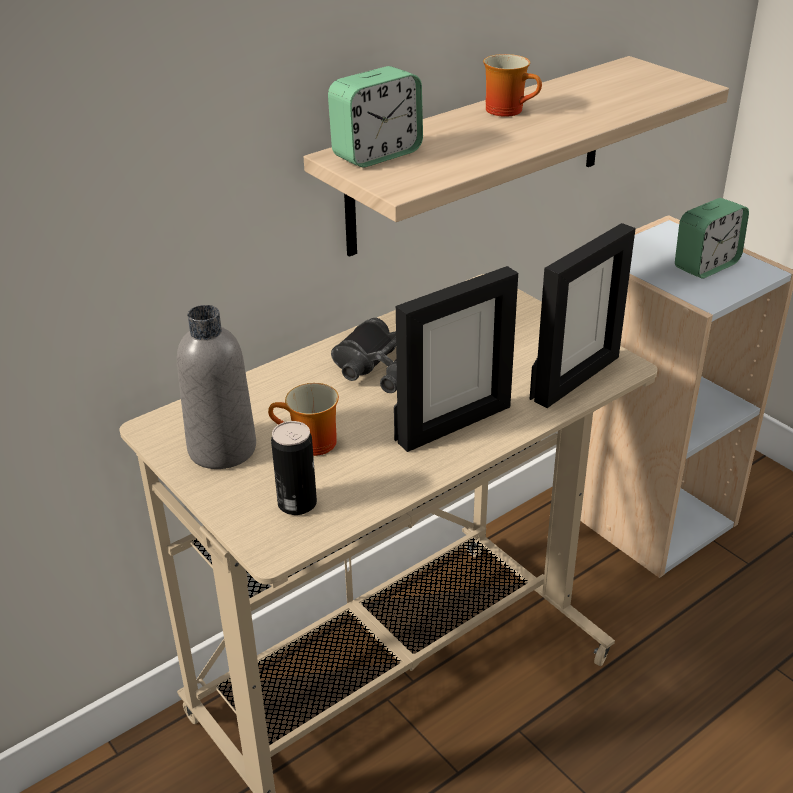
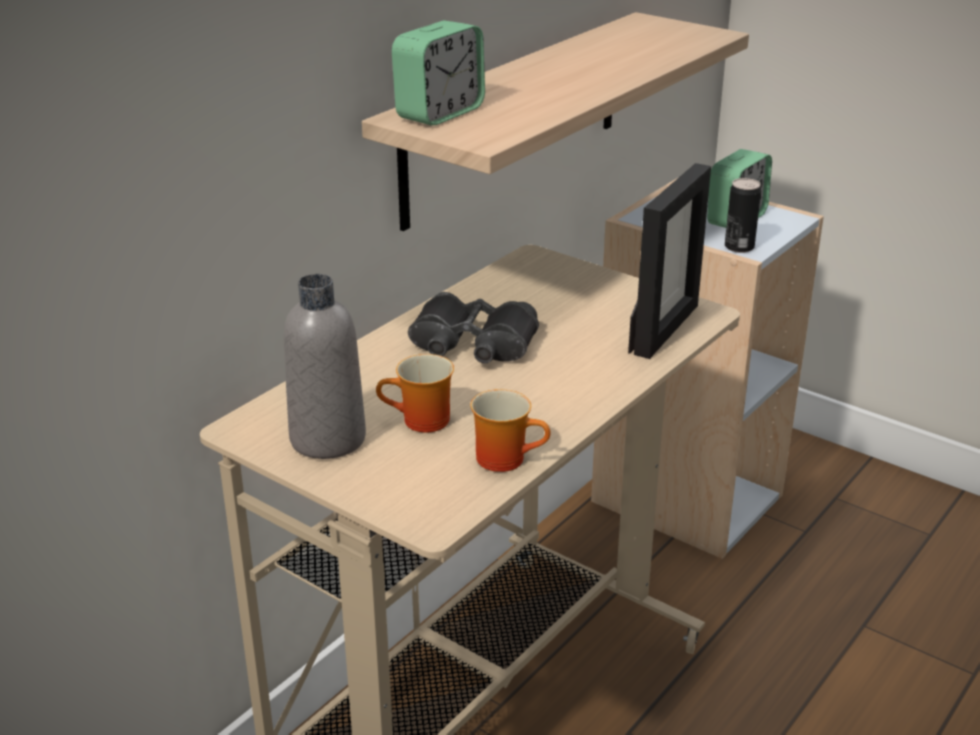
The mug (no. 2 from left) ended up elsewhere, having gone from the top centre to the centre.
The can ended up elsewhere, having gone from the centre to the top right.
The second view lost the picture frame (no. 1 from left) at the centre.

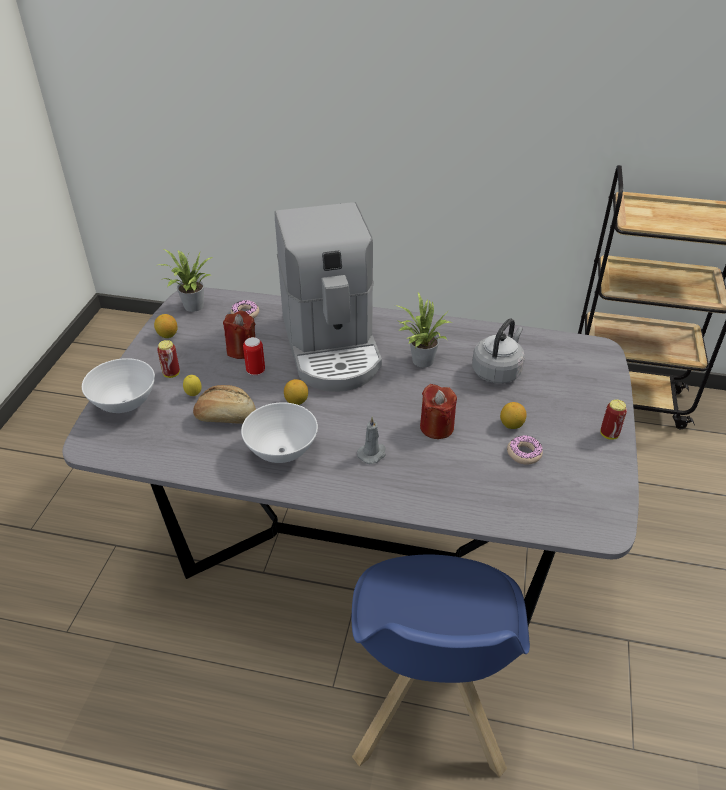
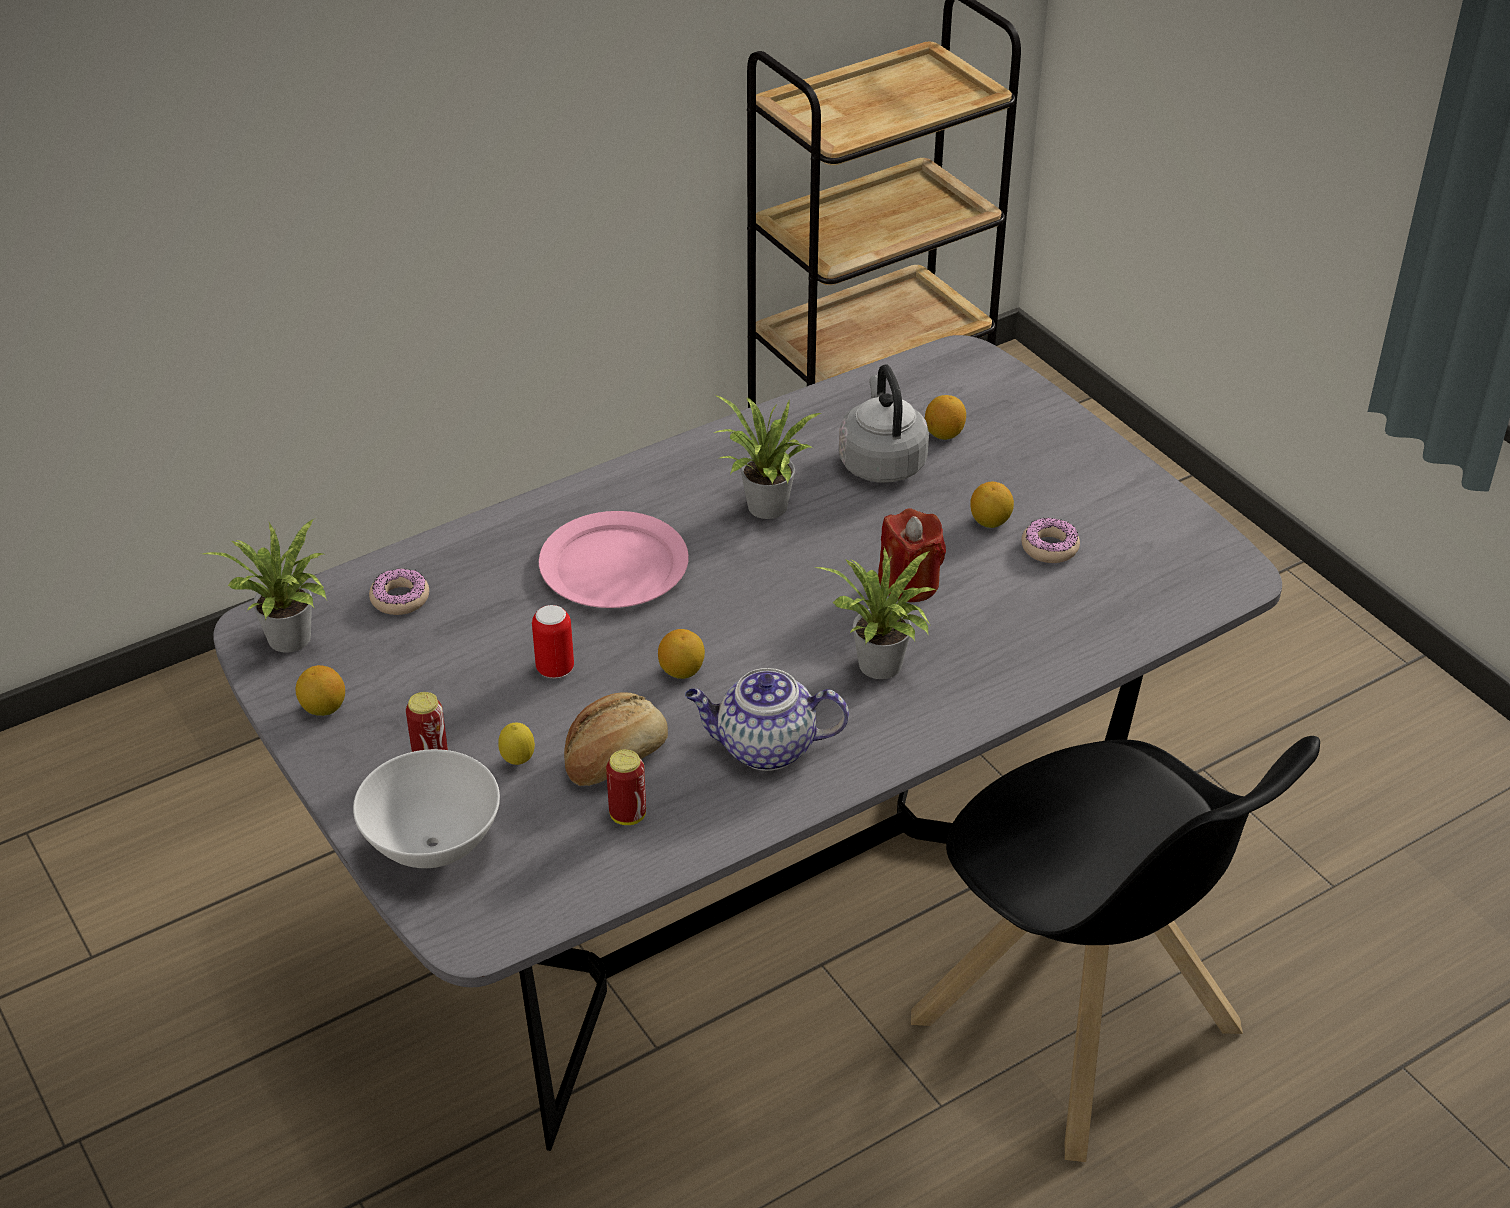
Where the coffee machine stood at the centre, the pink plate came to stand at the centre.
The can (no. 3 from left) ended up elsewhere, having gone from the middle right to the centre.
Where the white bowl (no. 2 from left) stood at the centre, the teapot came to stand at the centre.
Where the grey candle stood at the centre, the potted plant (no. 3 from left) came to stand at the centre.
What was the blue chair at the bottom centre turned into the black chair at the bottom right.
The second view gained the lemon (no. 4 from left) at the centre.
The second view lost the red candle (no. 1 from left) at the middle left.

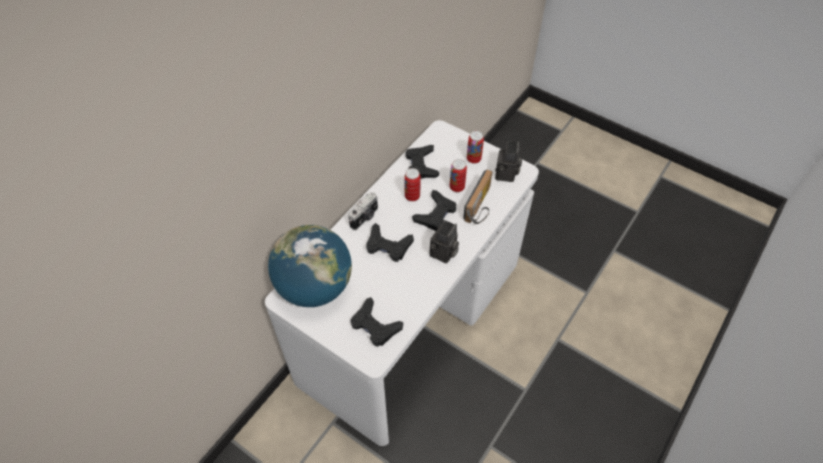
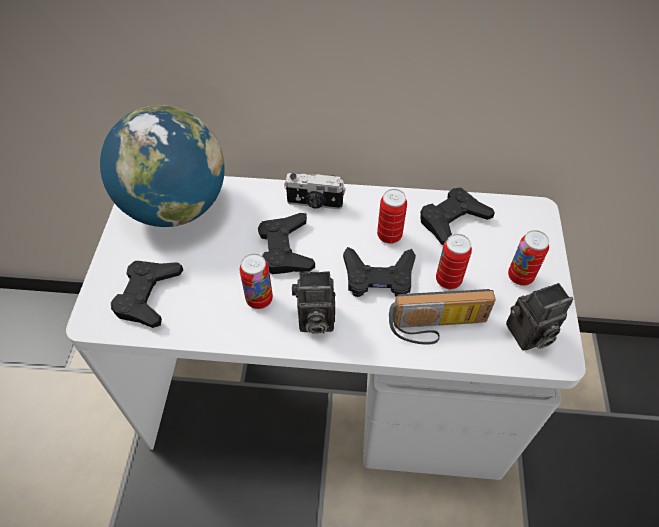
The second view gained the can (no. 1 from left) at the centre.

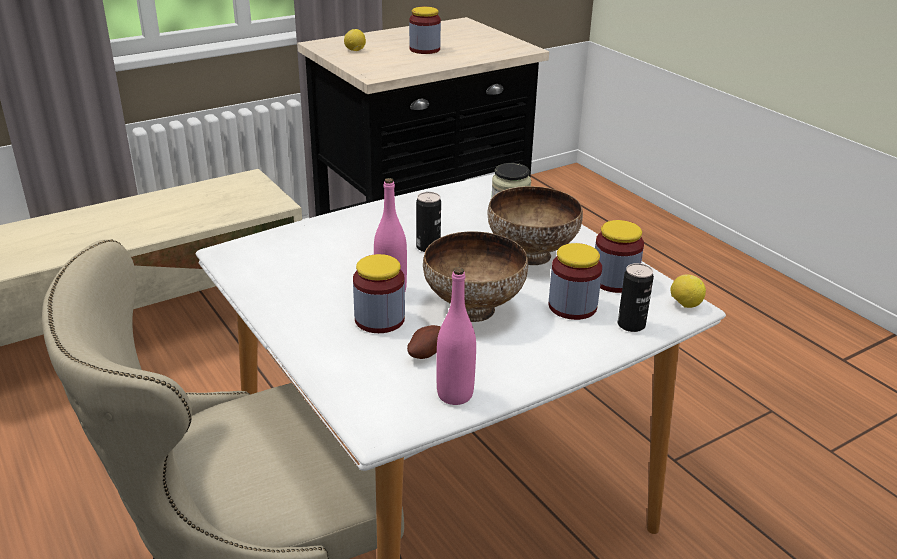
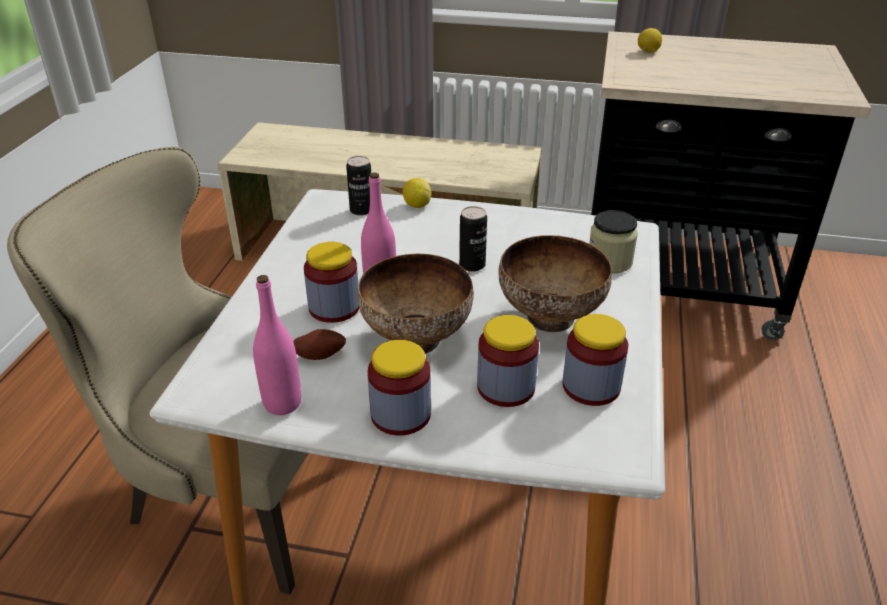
The can (no. 2 from left in the first image) ended up elsewhere, having gone from the middle right to the top centre.
The jar (no. 2 from left) ended up elsewhere, having gone from the top centre to the centre.
The lemon (no. 2 from left in the first image) ended up elsewhere, having gone from the middle right to the top centre.

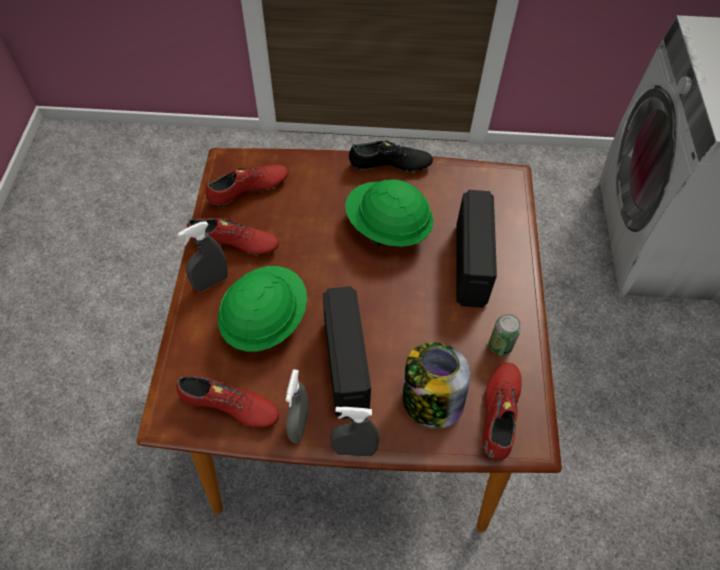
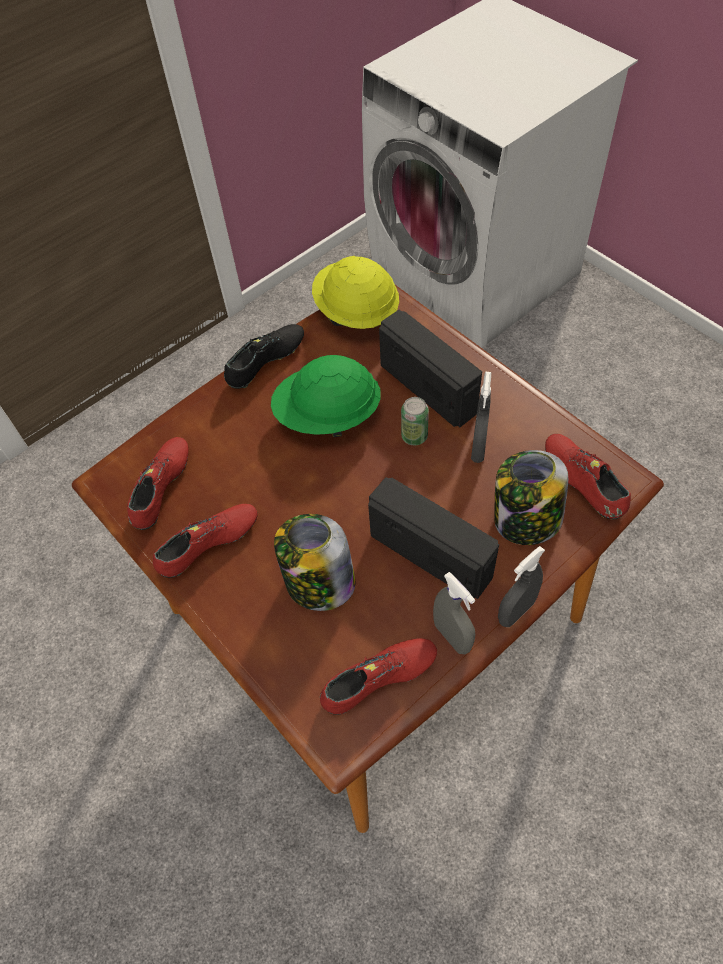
Where the green hard hat (no. 1 from left) stood at the centre, the jar (no. 1 from left) came to stand at the centre.
The second view gained the yellow hard hat at the top centre.
The can ended up elsewhere, having gone from the middle right to the centre.
The grey spray bottle (no. 1 from left in the first image) ended up elsewhere, having gone from the middle left to the centre.

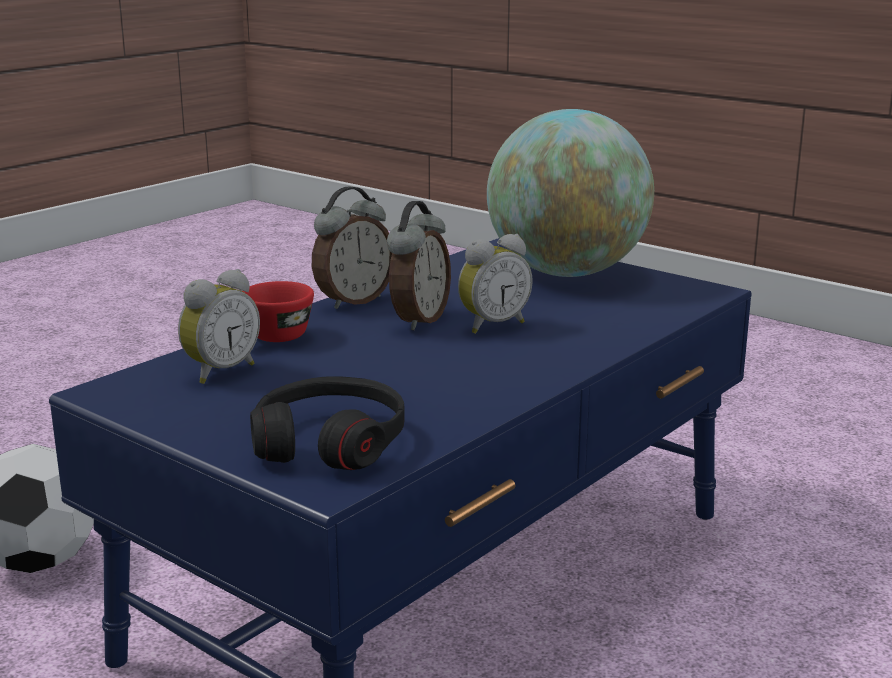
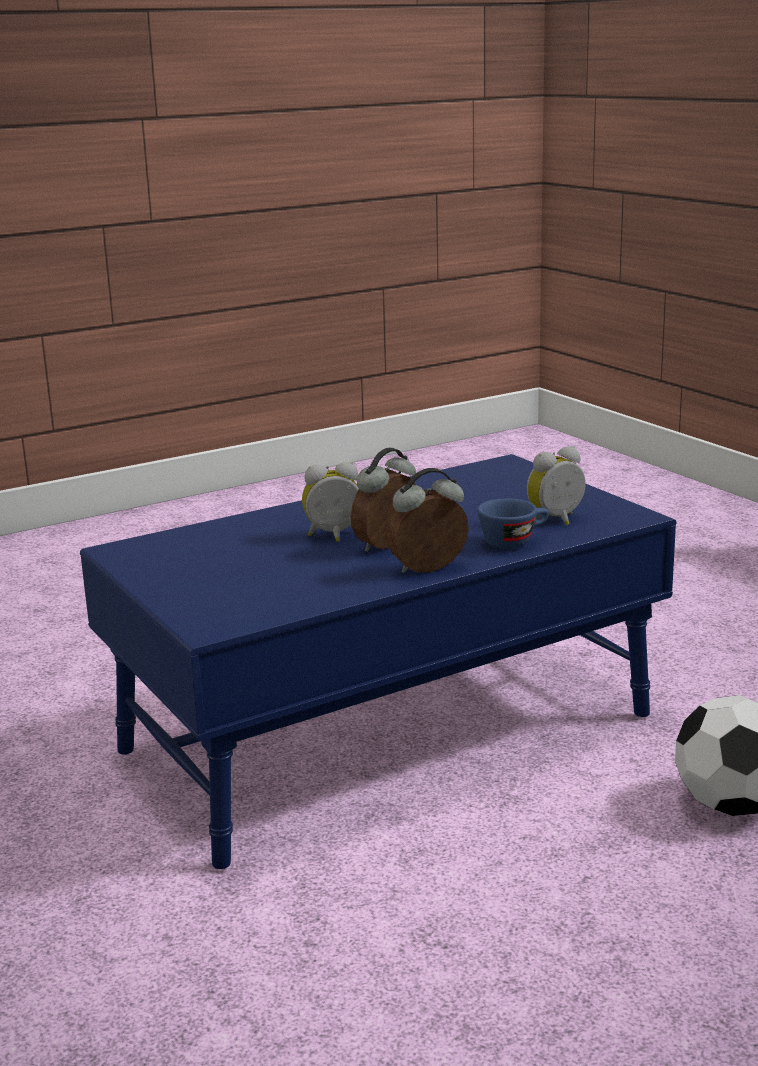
What was the red cup at the middle left turned into the blue cup at the middle right.
The second view lost the black headphones at the centre.
The second view lost the globe at the top centre.

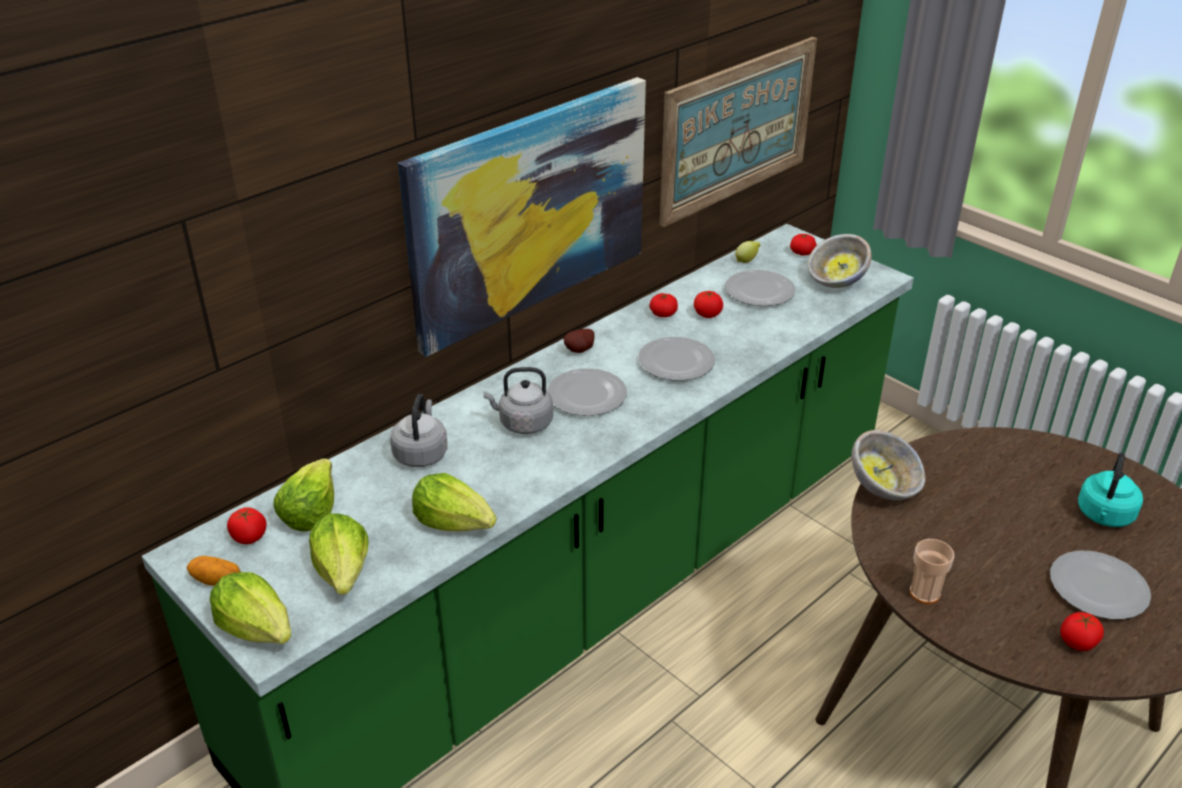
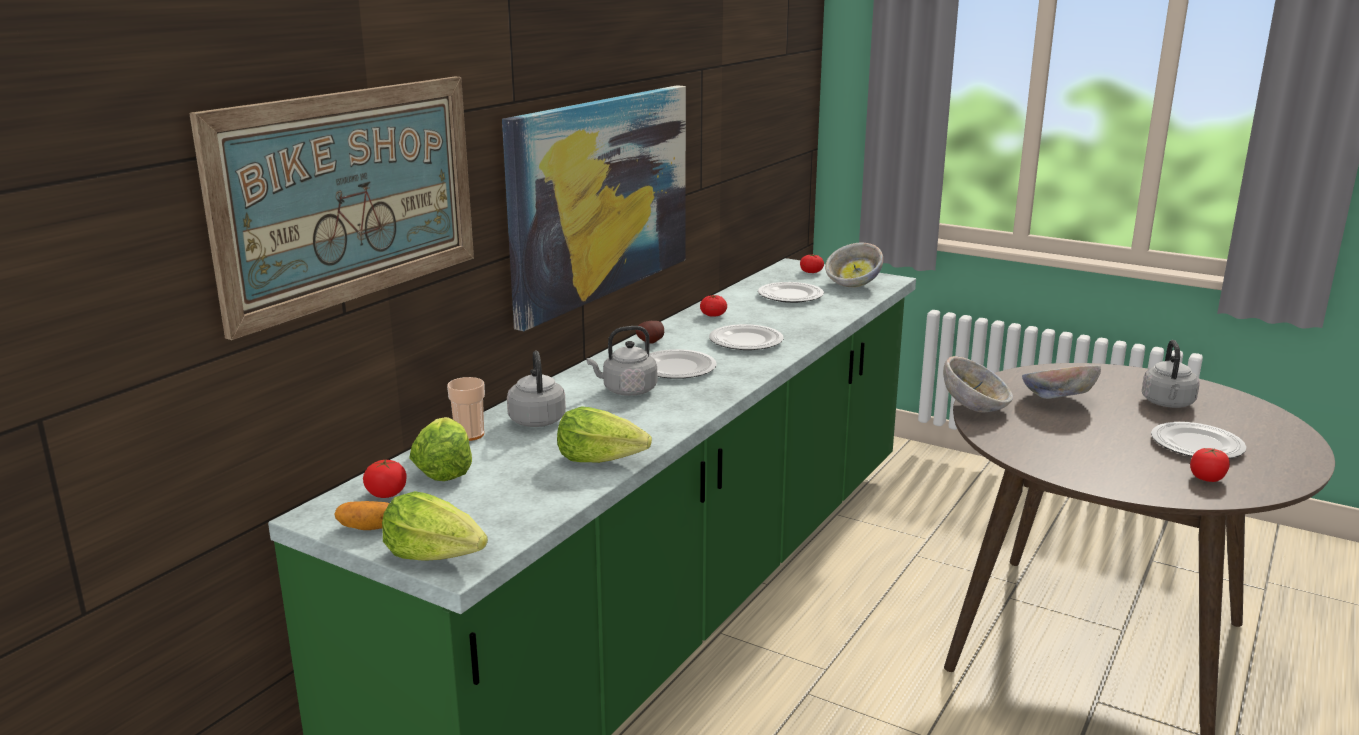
The picture (no. 2 from left in the first image) ended up elsewhere, having gone from the top centre to the top left.
The cup ended up elsewhere, having gone from the bottom right to the centre.
The second view gained the bowl (no. 3 from left) at the middle right.
What was the turquoise kettle at the middle right turned into the grey kettle (no. 3 from left) at the middle right.
The second view lost the lettuce (no. 3 from left) at the bottom left.
The second view lost the tomato (no. 3 from left) at the centre.
The second view lost the lemon at the top centre.

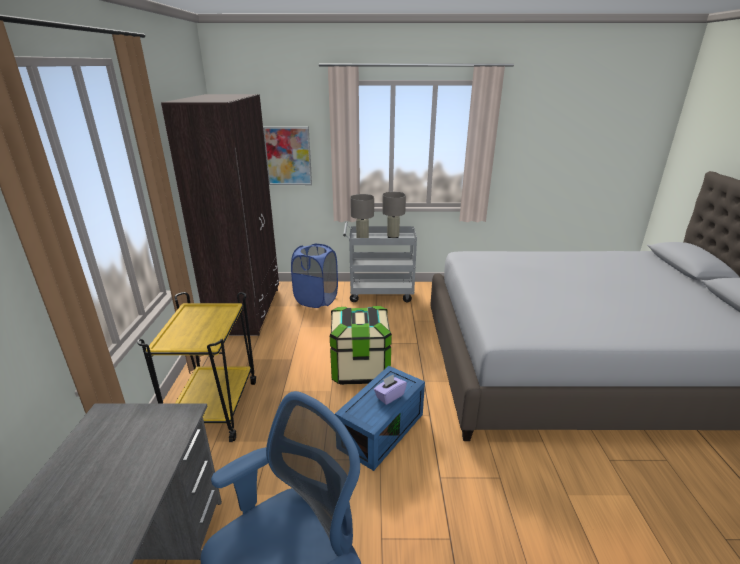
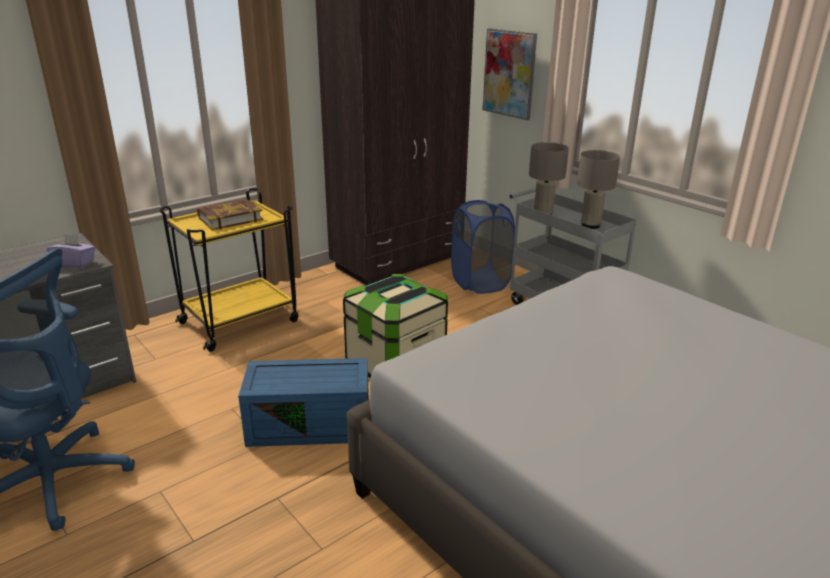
The purple tissue box ended up elsewhere, having gone from the bottom centre to the middle left.
The second view gained the book at the middle left.

